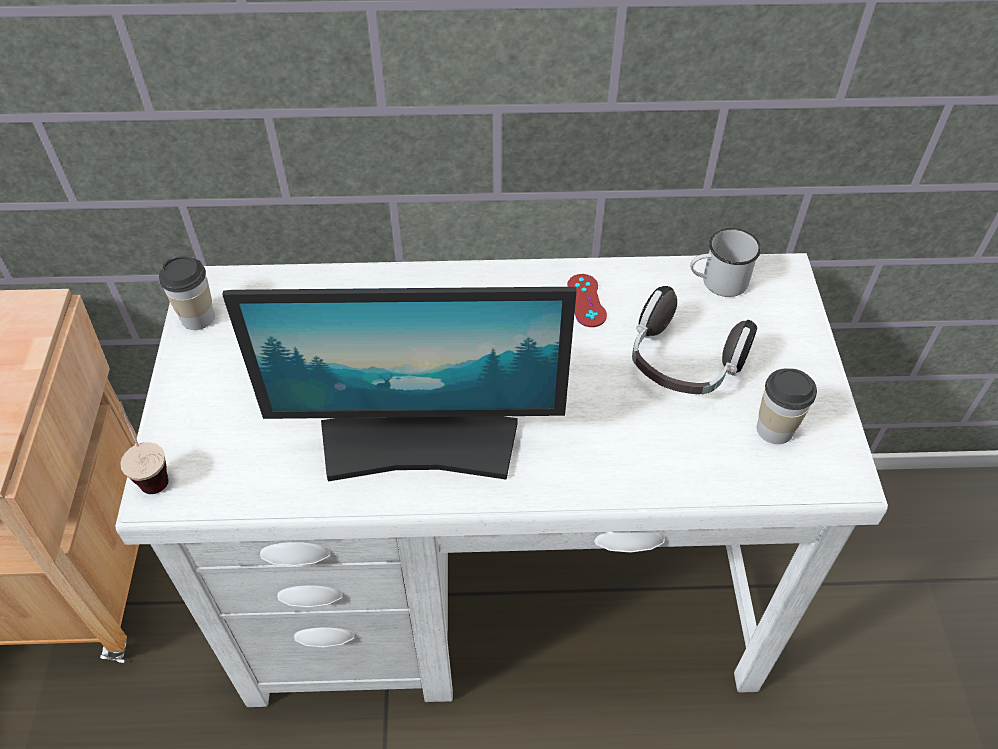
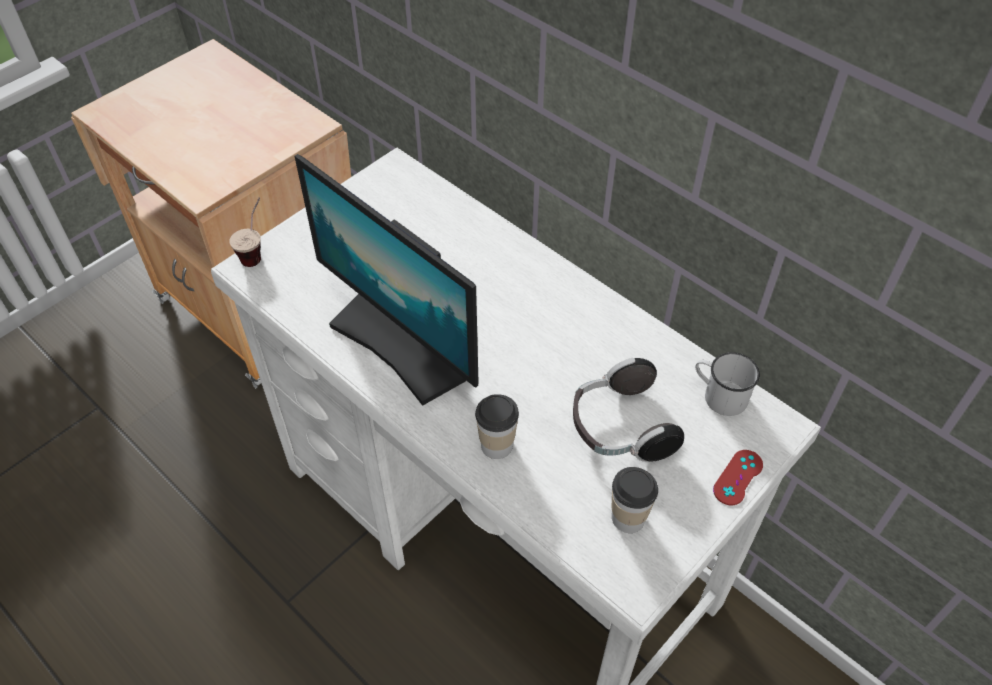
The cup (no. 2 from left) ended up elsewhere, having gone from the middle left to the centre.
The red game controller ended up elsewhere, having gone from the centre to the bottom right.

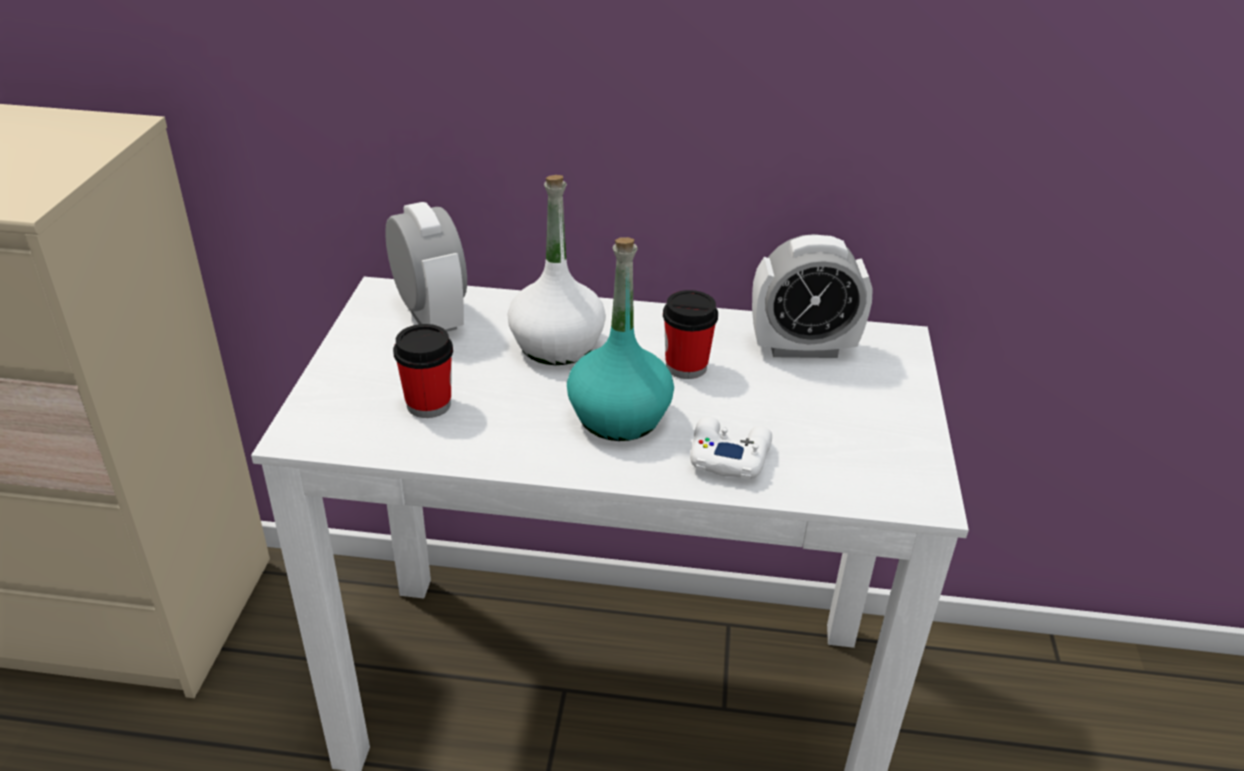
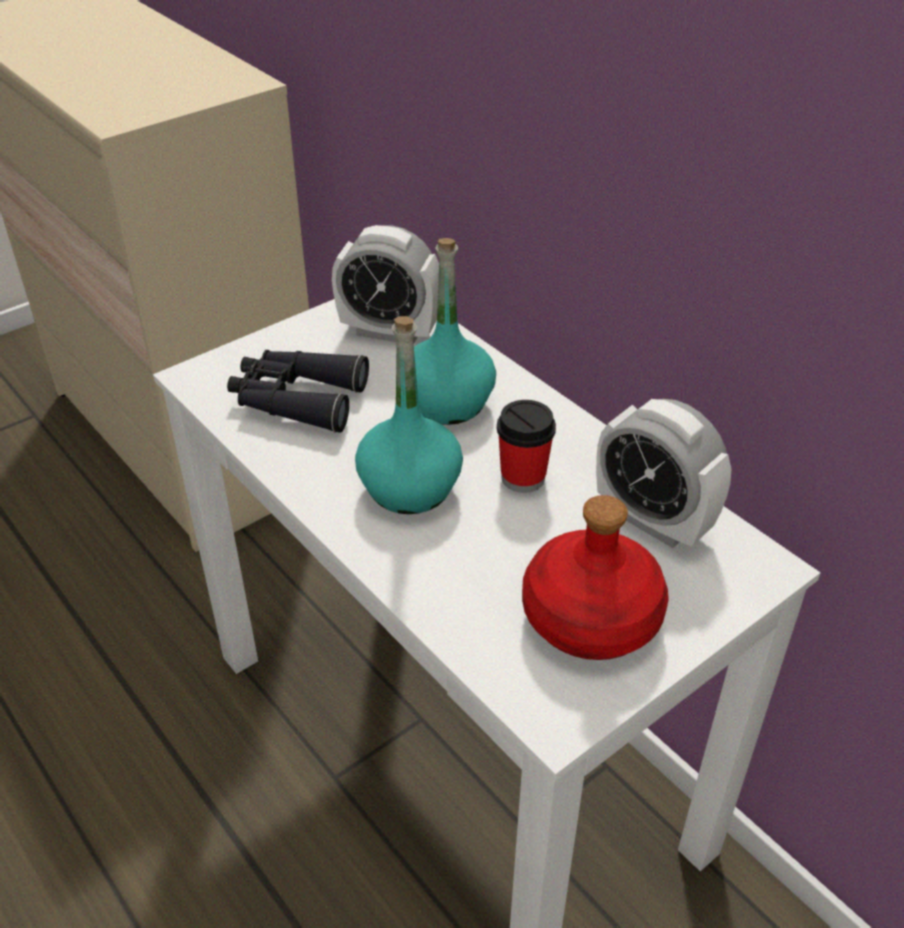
Where the cup (no. 1 from left) stood at the centre, the black binoculars came to stand at the middle left.
The alarm clock (no. 1 from left) at the centre ended up facing another way, 90 degrees clockwise from before.
What was the white bottle at the centre turned into the turquoise bottle (no. 2 from left) at the centre.
The second view gained the red bottle at the centre.
The second view lost the white game controller at the centre.

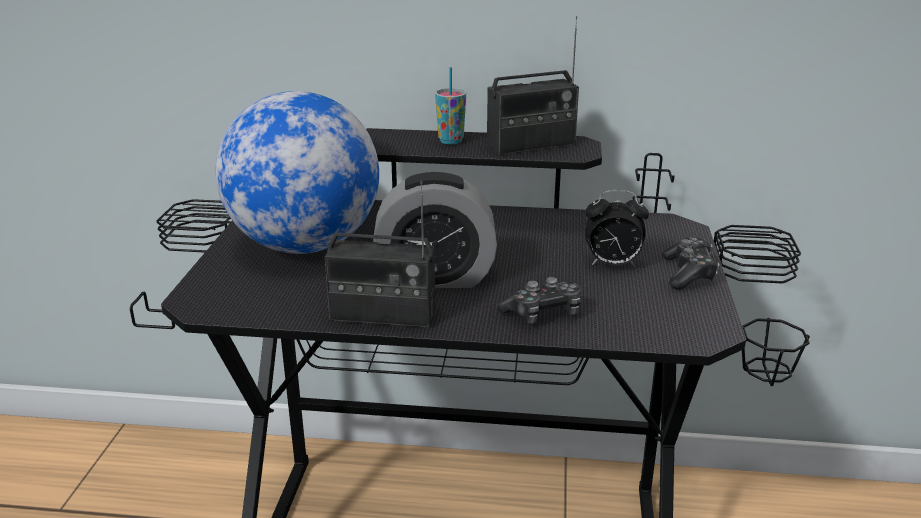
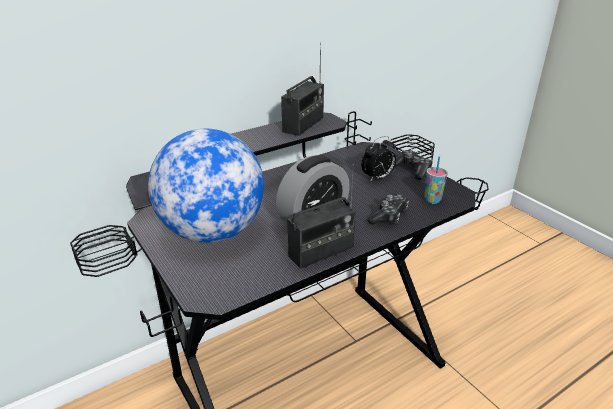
The cup ended up elsewhere, having gone from the top centre to the middle right.

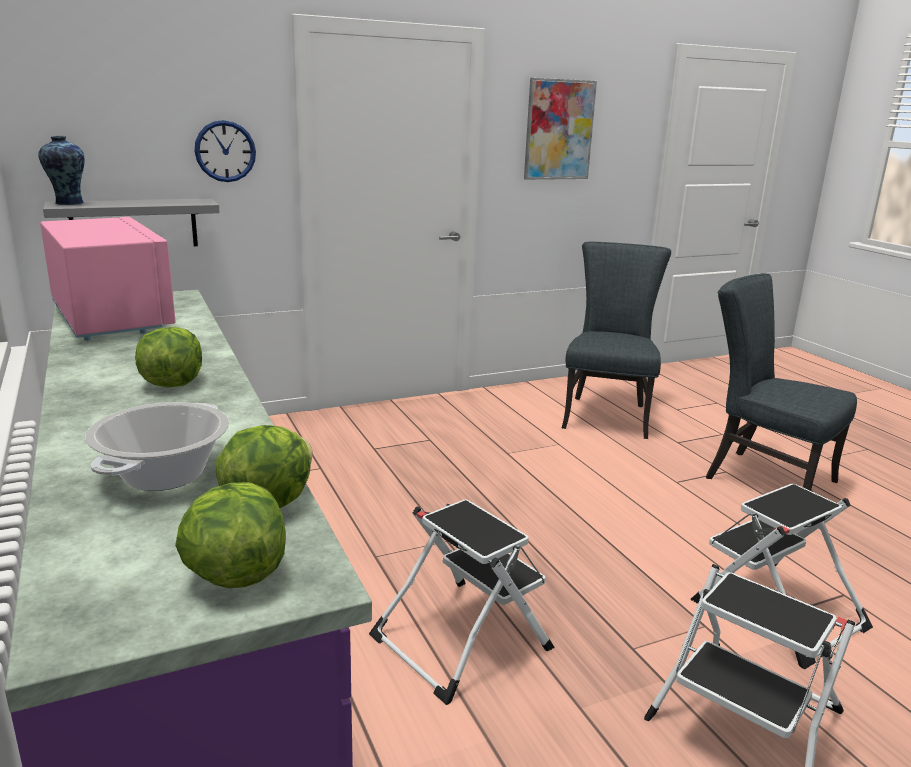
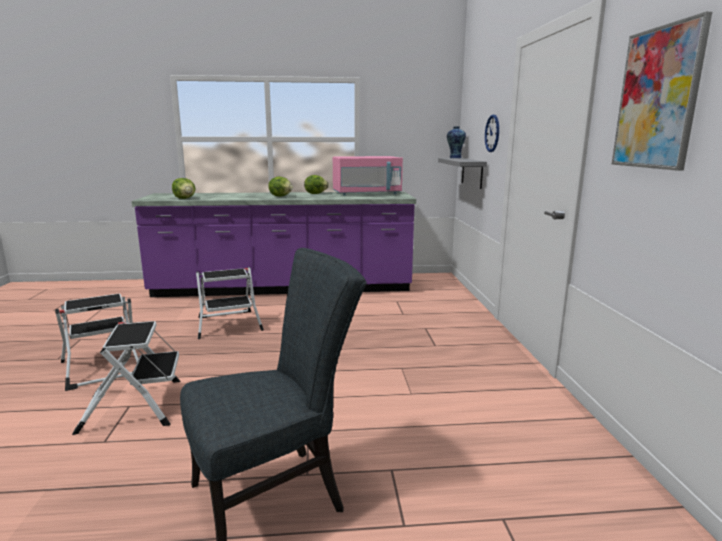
The lettuce (no. 2 from left in the first image) ended up elsewhere, having gone from the bottom left to the centre.
The second view lost the cooking pot at the middle left.
The second view lost the grey chair (no. 1 from left) at the middle right.

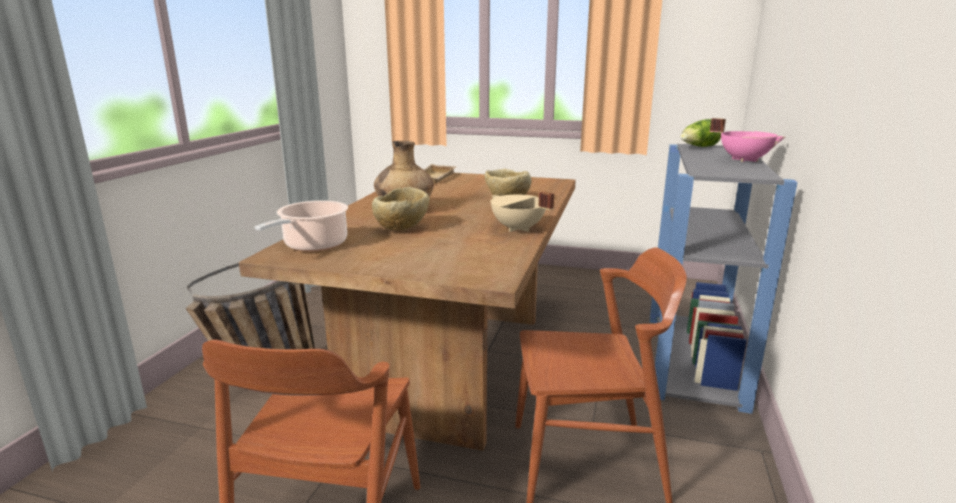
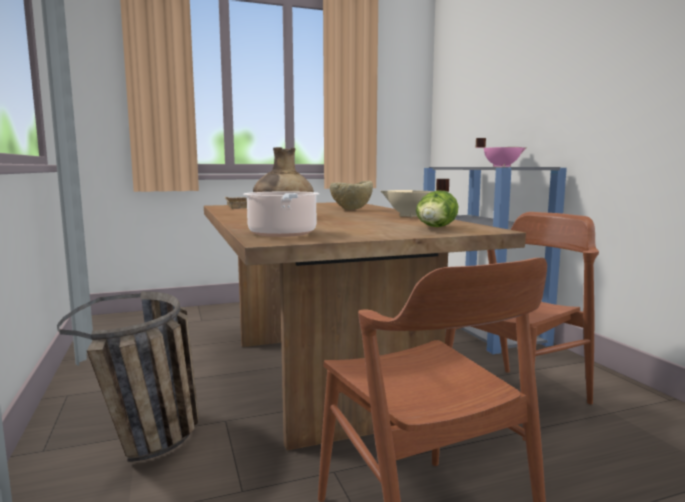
The lettuce ended up elsewhere, having gone from the top right to the centre.
The second view lost the beige bowl (no. 1 from left) at the centre.

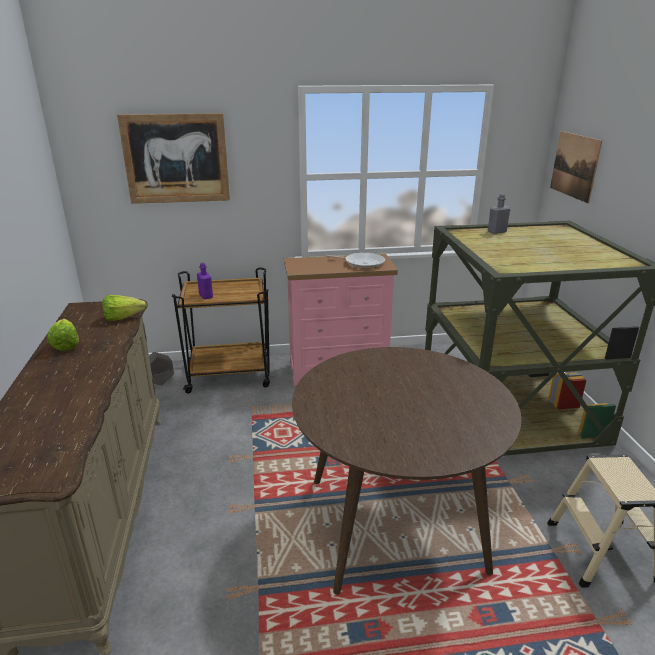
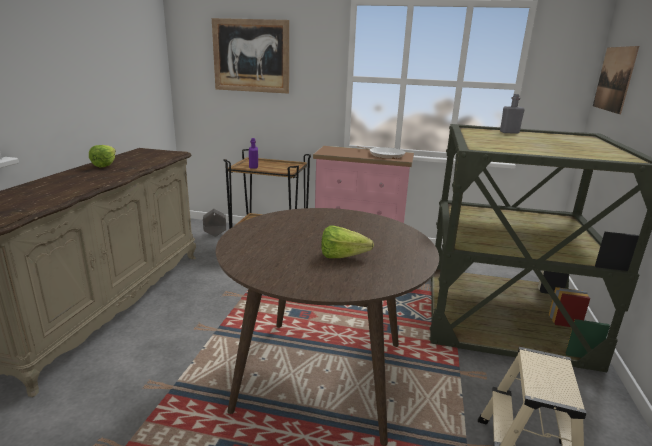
The lettuce (no. 2 from left) ended up elsewhere, having gone from the middle left to the centre.

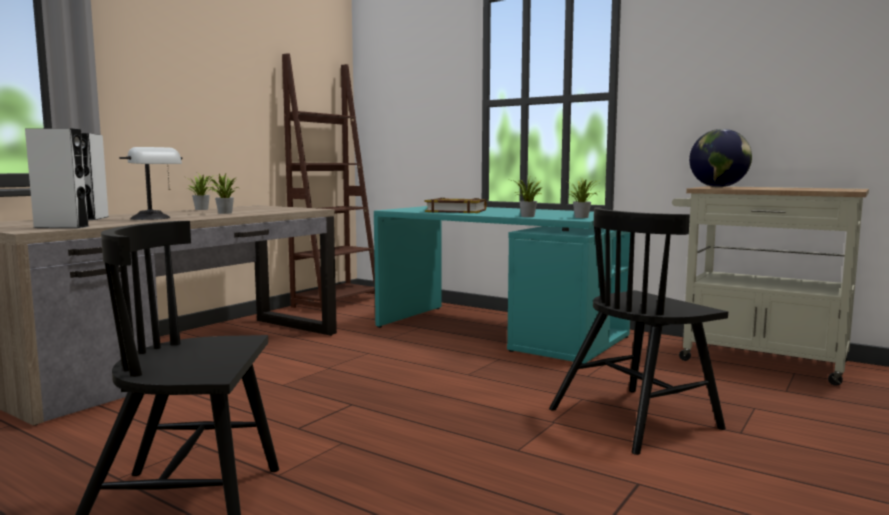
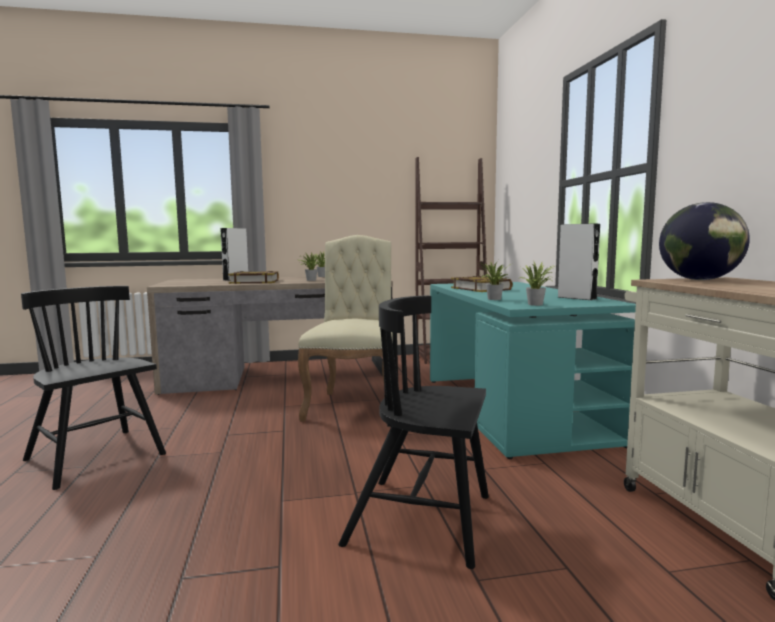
Where the table lamp stood at the middle left, the book (no. 1 from left) came to stand at the middle left.
The second view gained the beige chair at the centre.
The white speaker (no. 1 from left in the first image) ended up elsewhere, having gone from the middle left to the middle right.

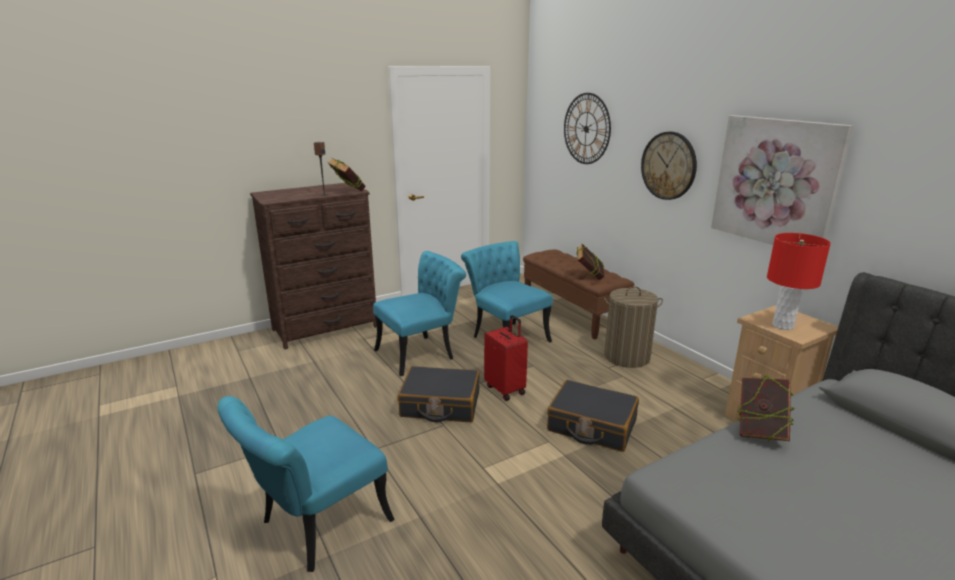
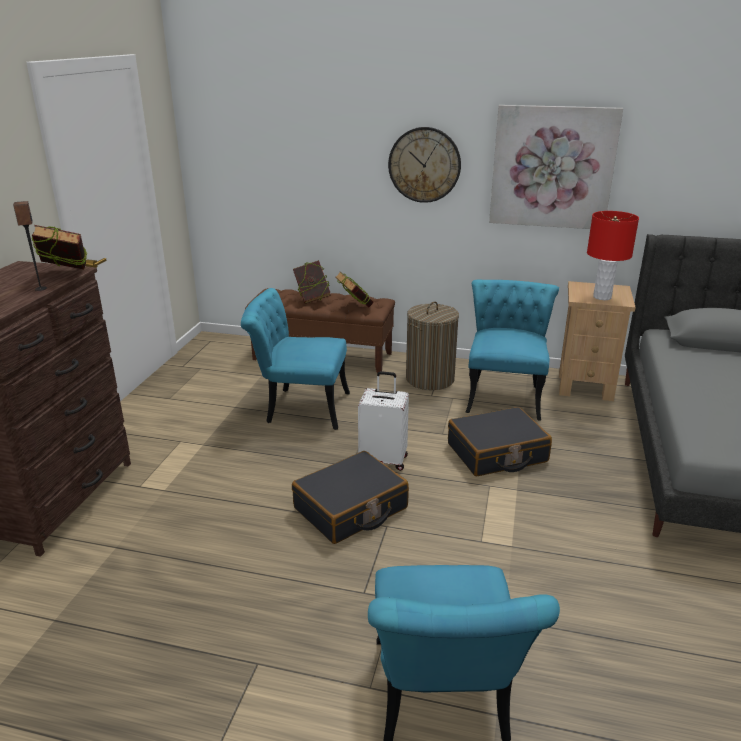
The book (no. 3 from left in the first image) ended up elsewhere, having gone from the bottom right to the centre.
What was the red suitcase at the centre turned into the white suitcase at the centre.
The turquoise chair (no. 2 from left in the first image) ended up elsewhere, having gone from the centre to the middle right.
The second view lost the wall clock (no. 1 from left) at the top centre.

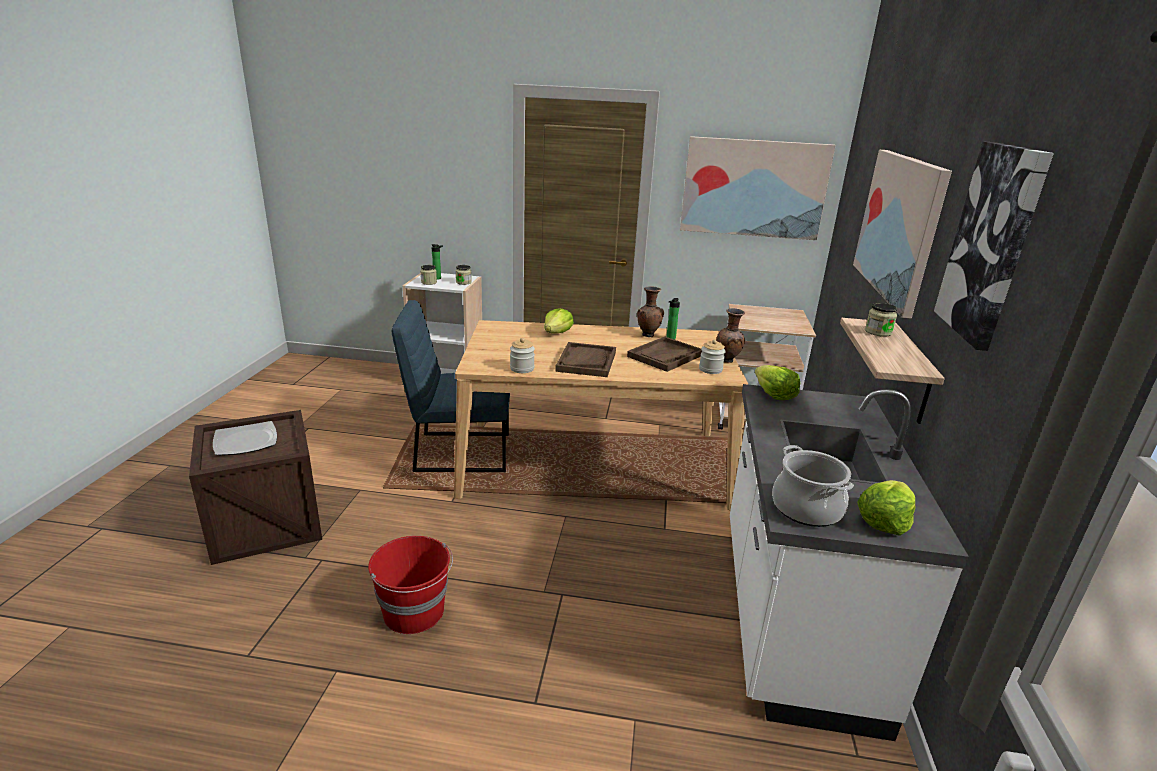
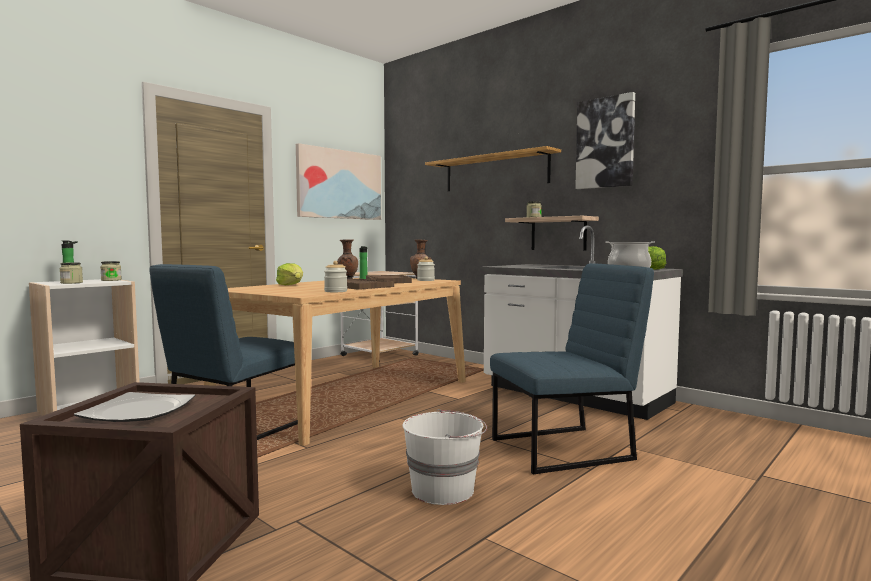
What was the red bucket at the bottom centre turned into the white bucket at the bottom centre.
Where the picture (no. 2 from left) hung at the top right, the shelf (no. 1 from left) came to hang at the top centre.
The second view gained the blue chair (no. 2 from left) at the centre.
The second view lost the lettuce (no. 2 from left) at the middle right.

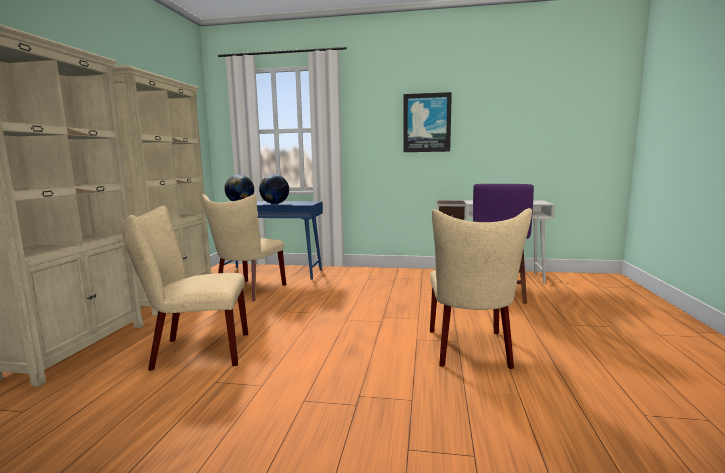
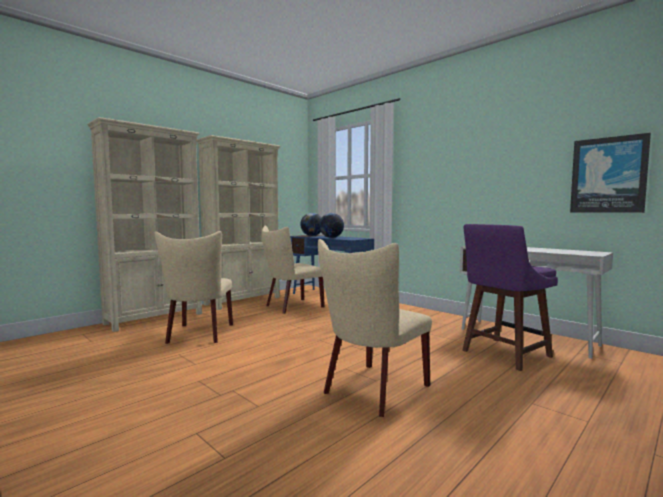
The beige chair (no. 1 from left) at the middle left ended up facing another way, 120 degrees counterclockwise from before.
The picture ended up elsewhere, having gone from the top centre to the middle right.

